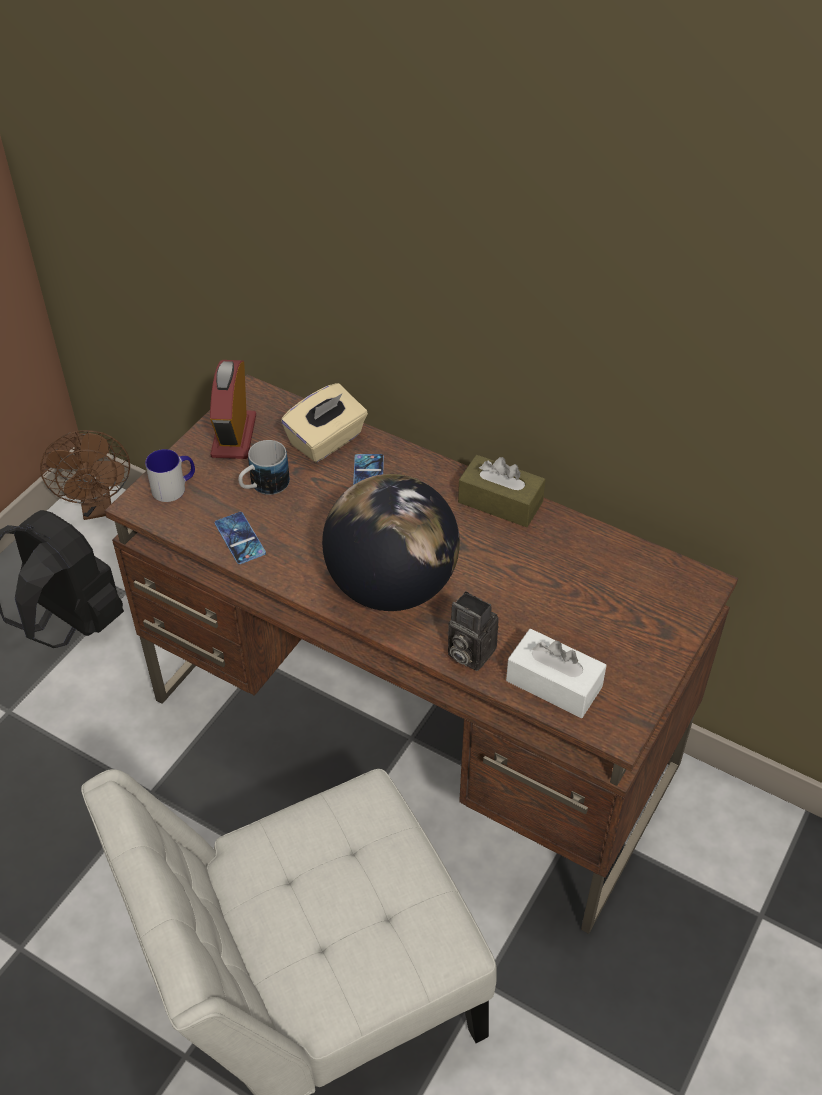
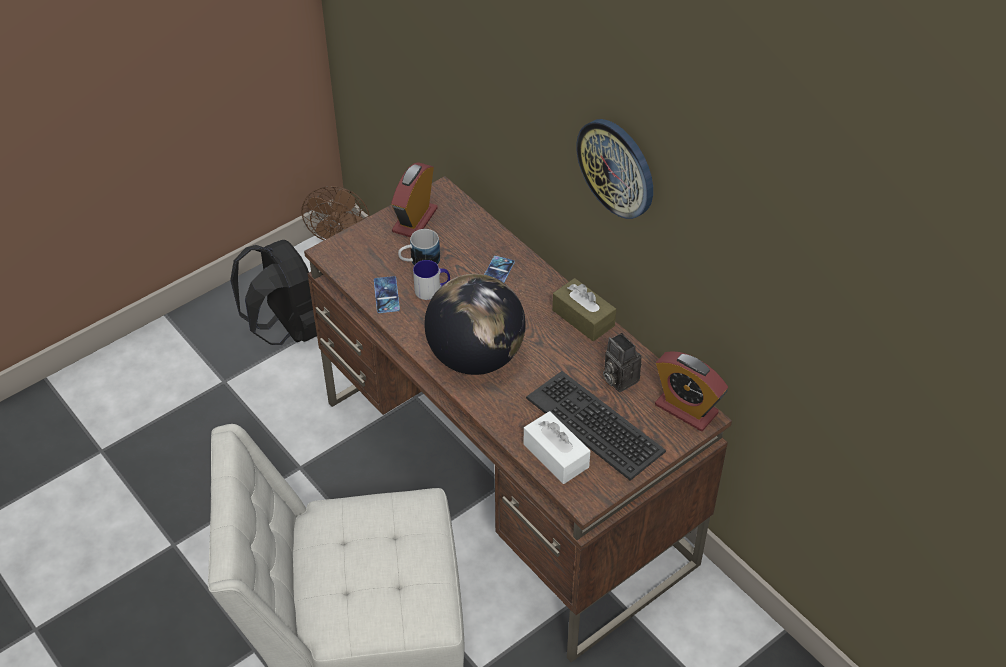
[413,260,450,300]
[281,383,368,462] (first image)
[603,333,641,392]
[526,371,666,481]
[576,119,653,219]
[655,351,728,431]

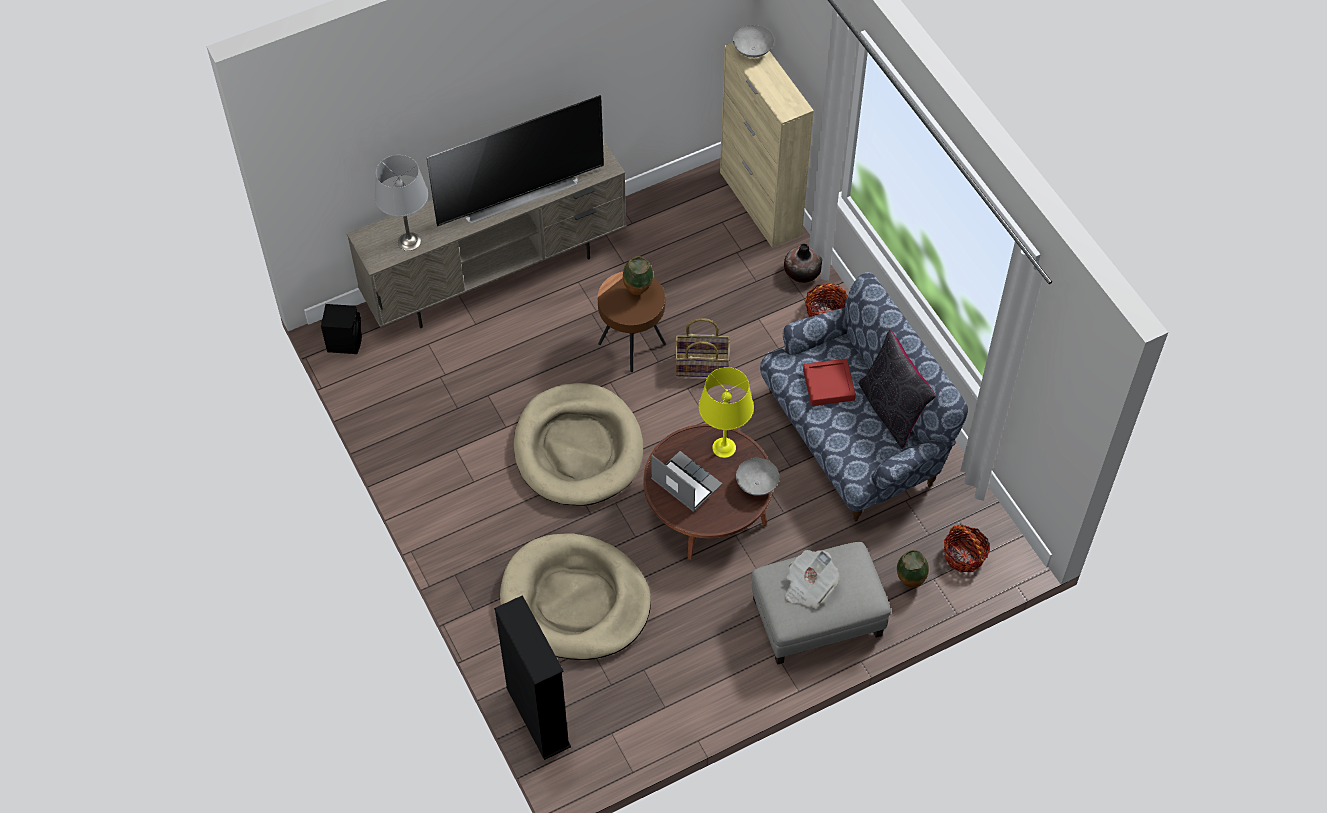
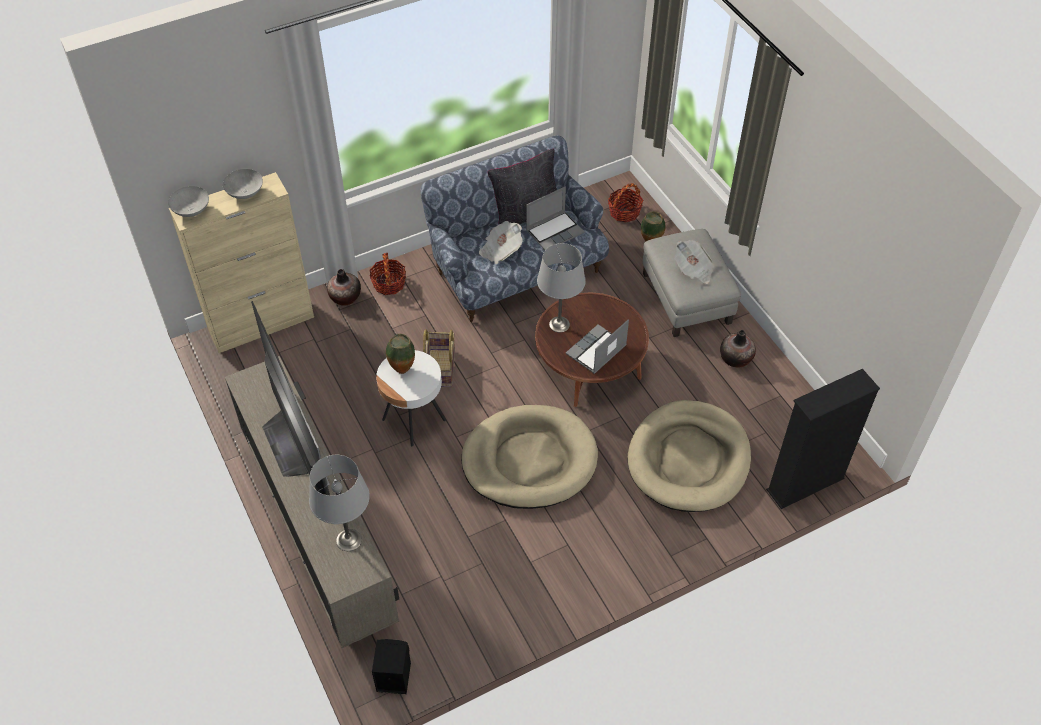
[376,350,446,447]
[537,243,586,333]
[223,169,263,199]
[479,221,523,264]
[526,186,584,250]
[720,330,756,367]

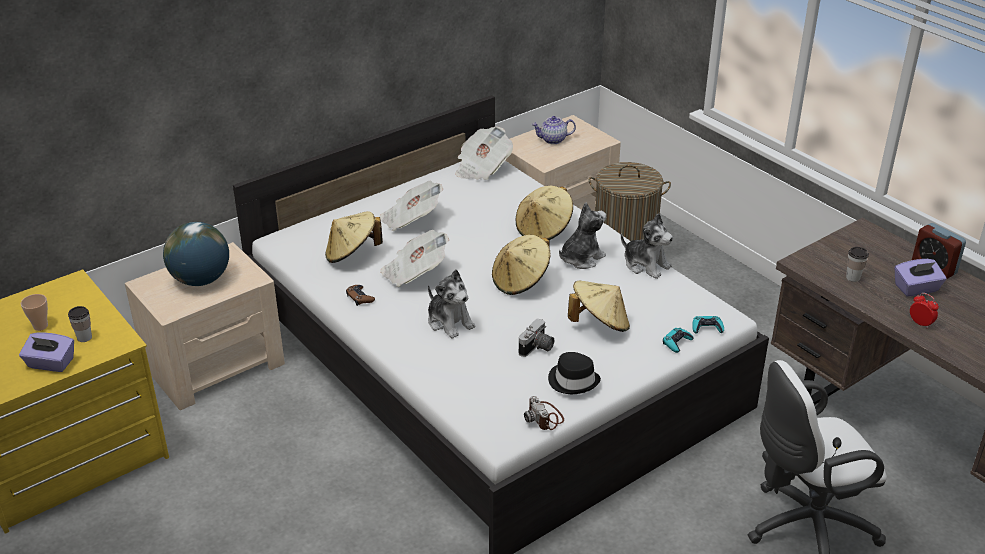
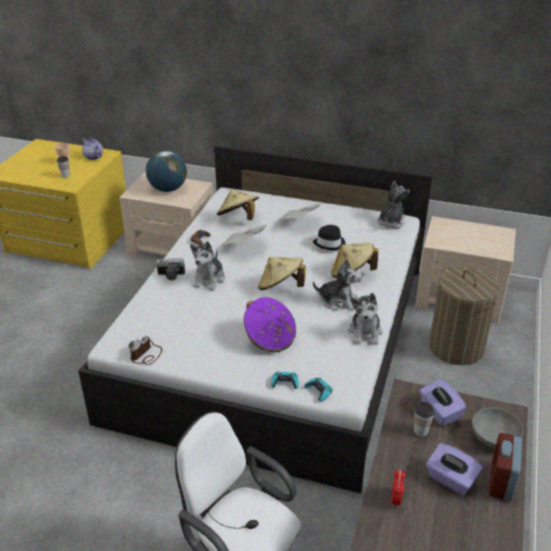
[419,379,466,426]
[377,181,410,229]
[156,258,185,280]
[82,138,103,160]
[313,225,346,250]
[244,297,296,353]
[472,407,523,448]

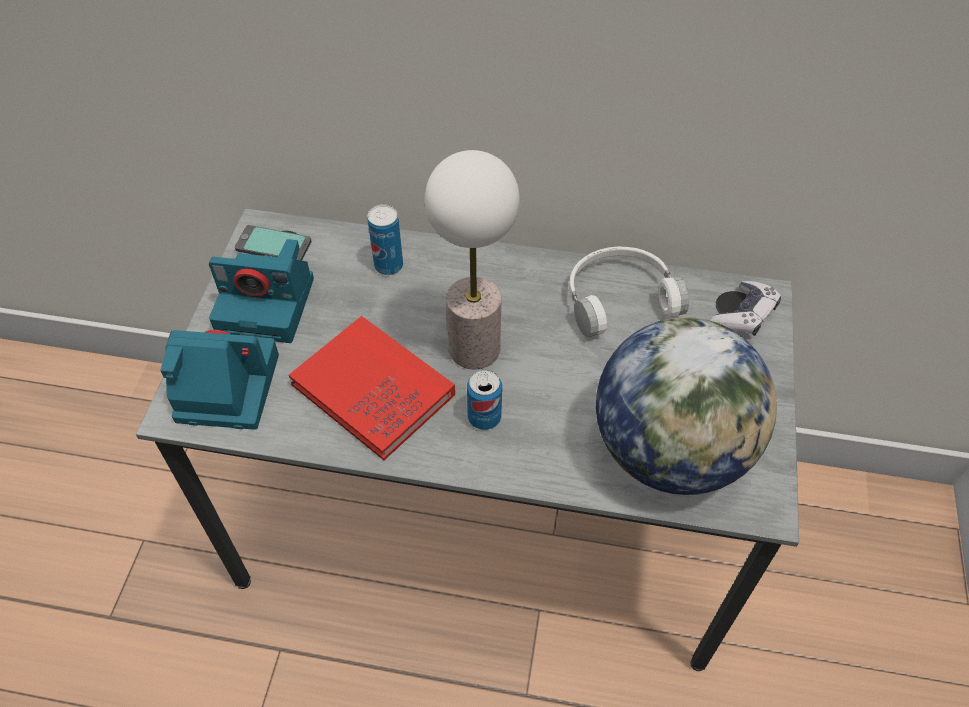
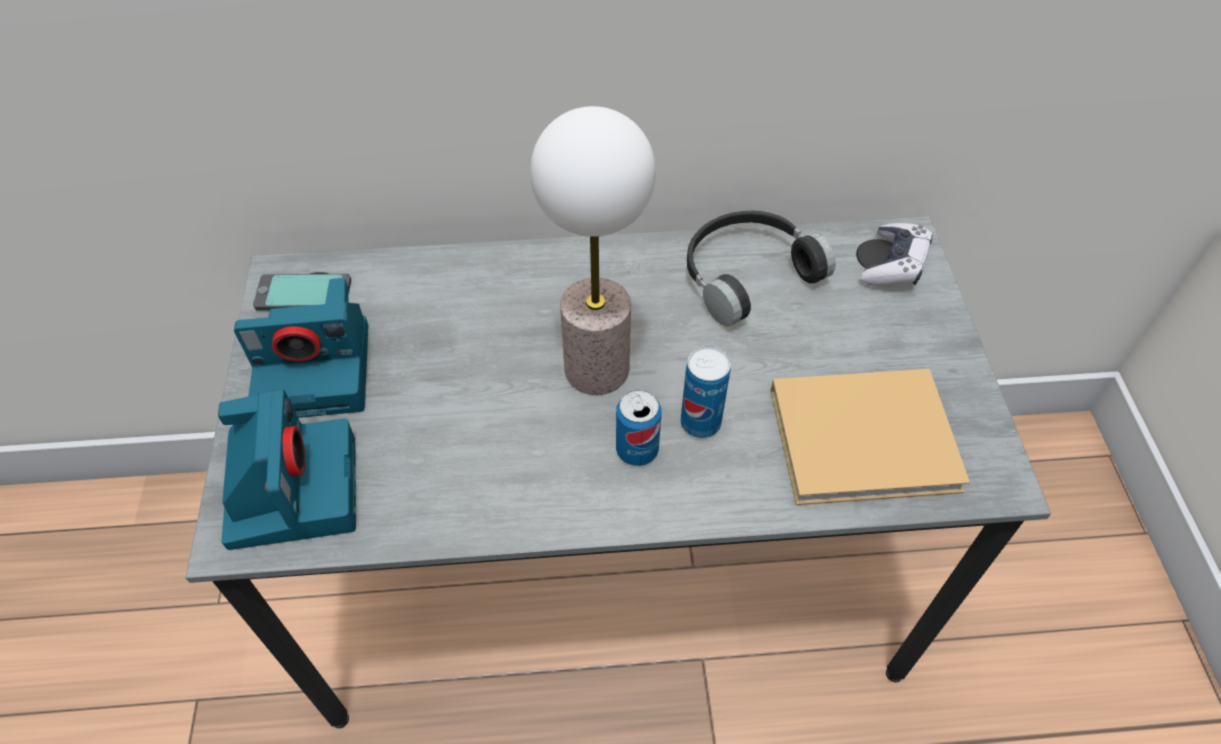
[218,389,356,550]
[289,316,455,460] (first image)
[681,346,731,438]
[687,211,836,327]
[770,369,970,505]

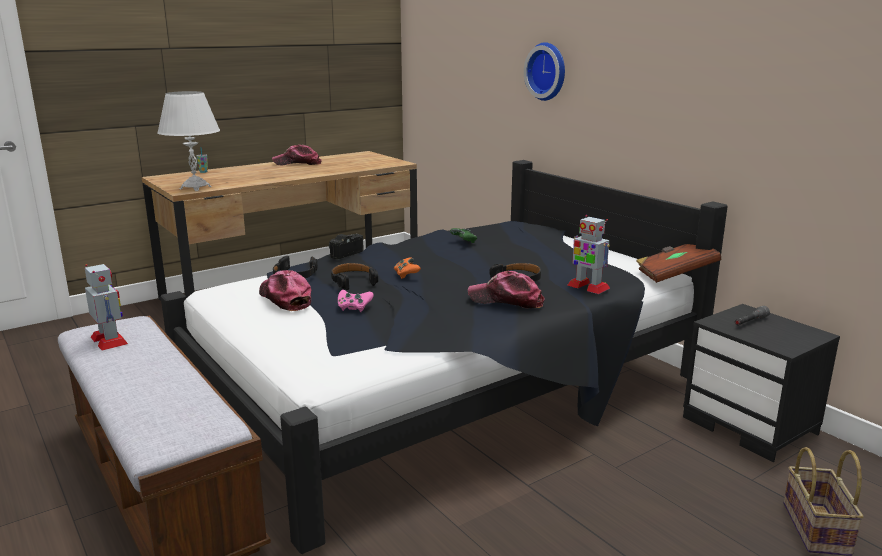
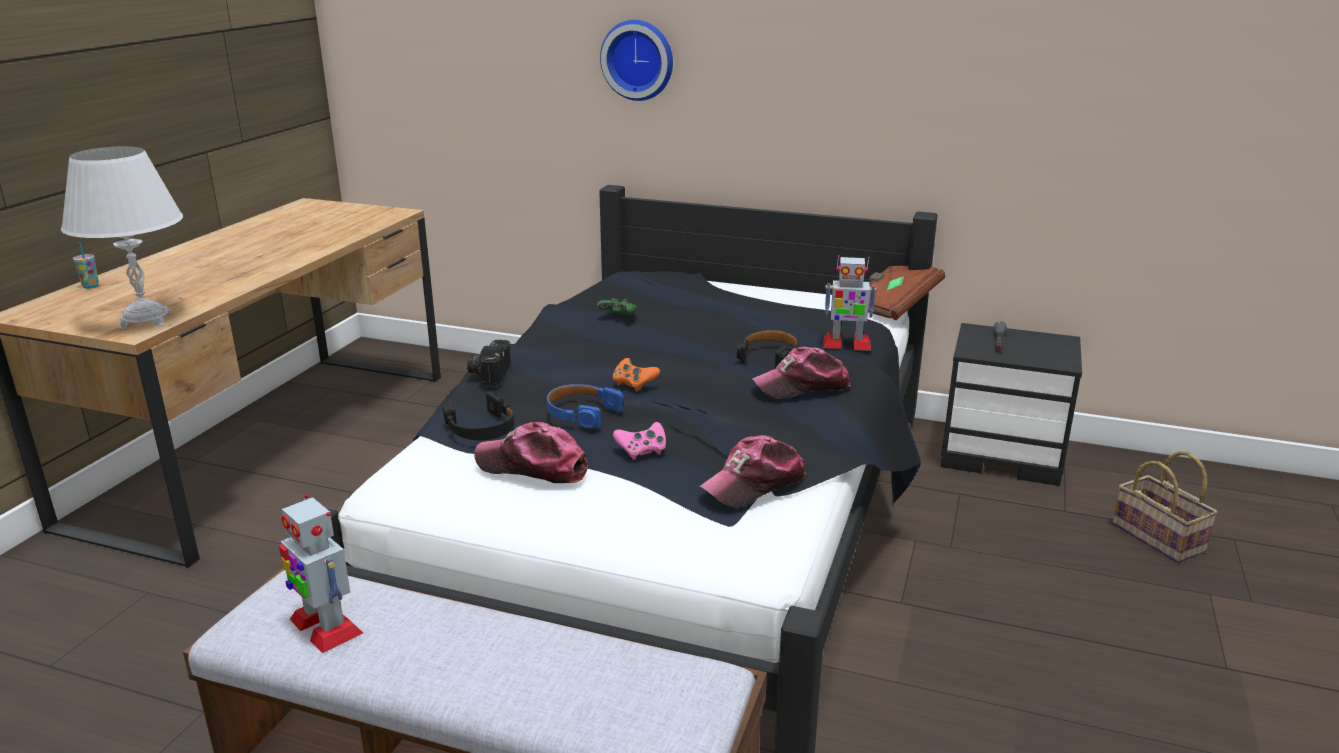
[279,494,363,653]
[699,435,806,508]
[547,384,624,429]

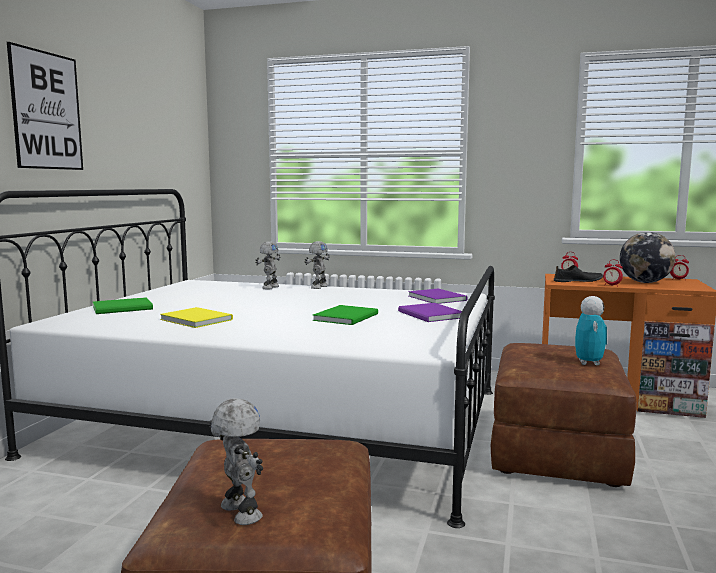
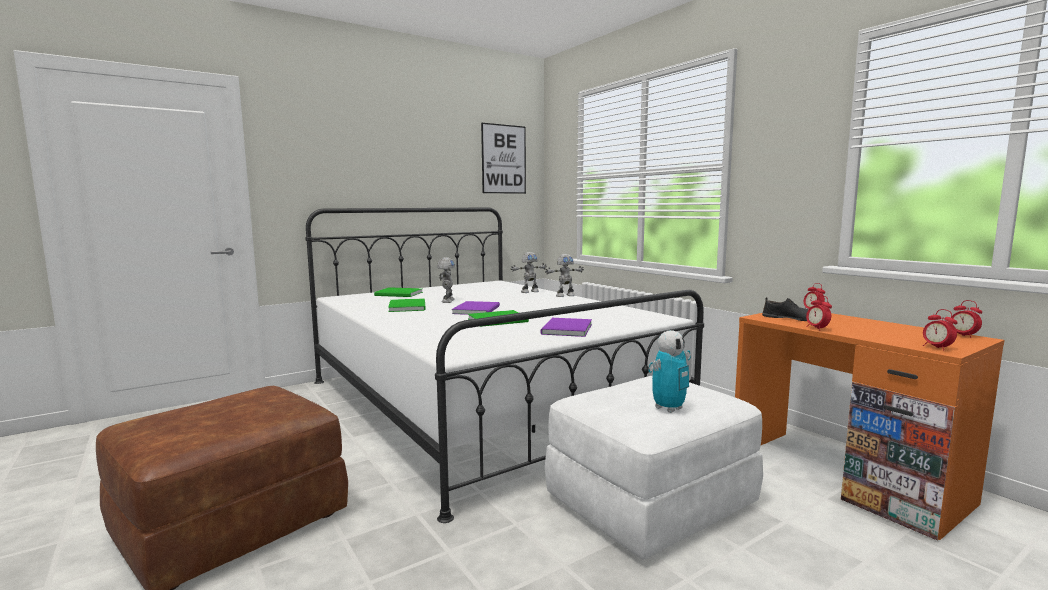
[481,123,526,194]
[388,298,426,312]
[437,257,455,303]
[452,301,500,315]
[545,375,763,560]
[620,232,676,283] (first image)
[923,309,958,350]

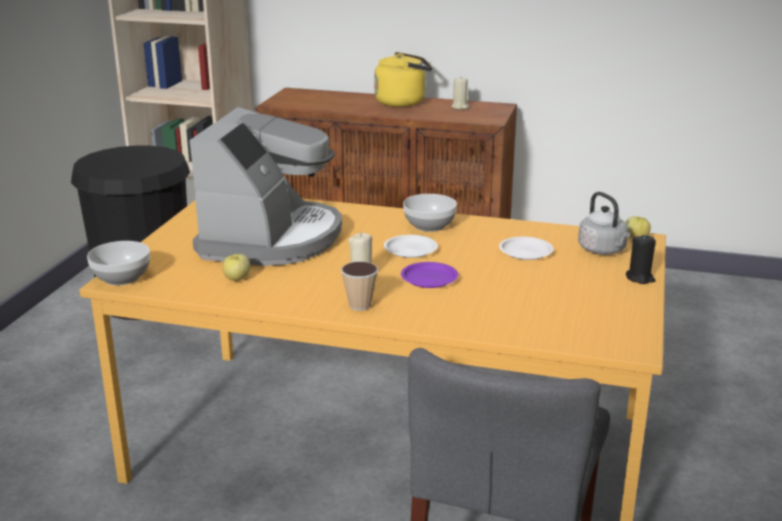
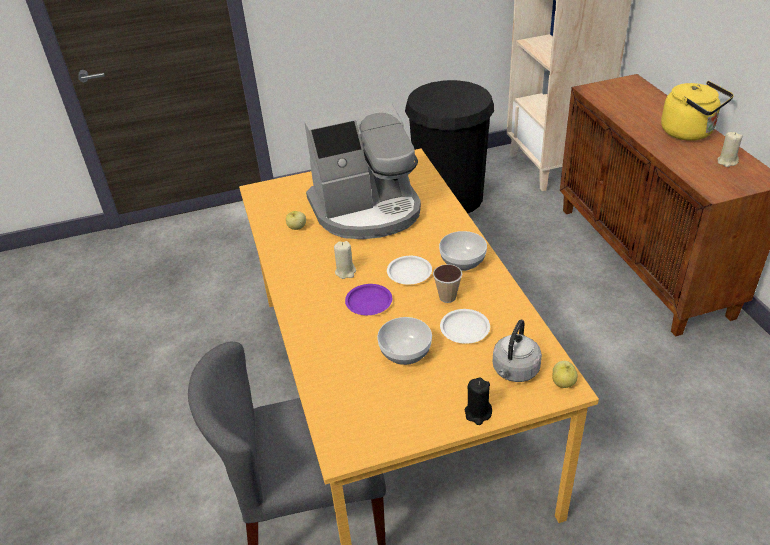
[377,317,432,365]
[433,264,462,303]

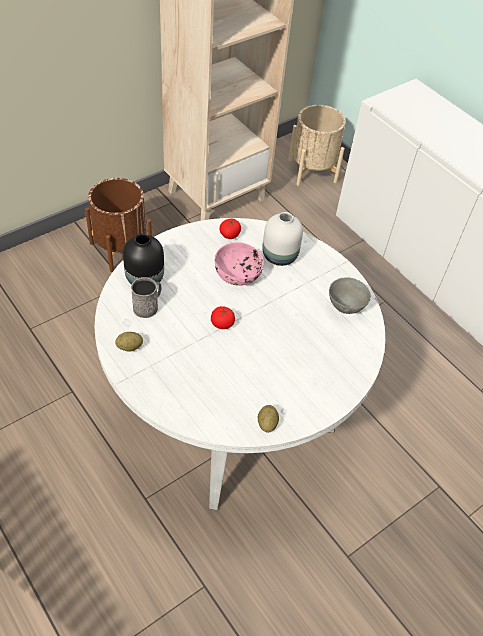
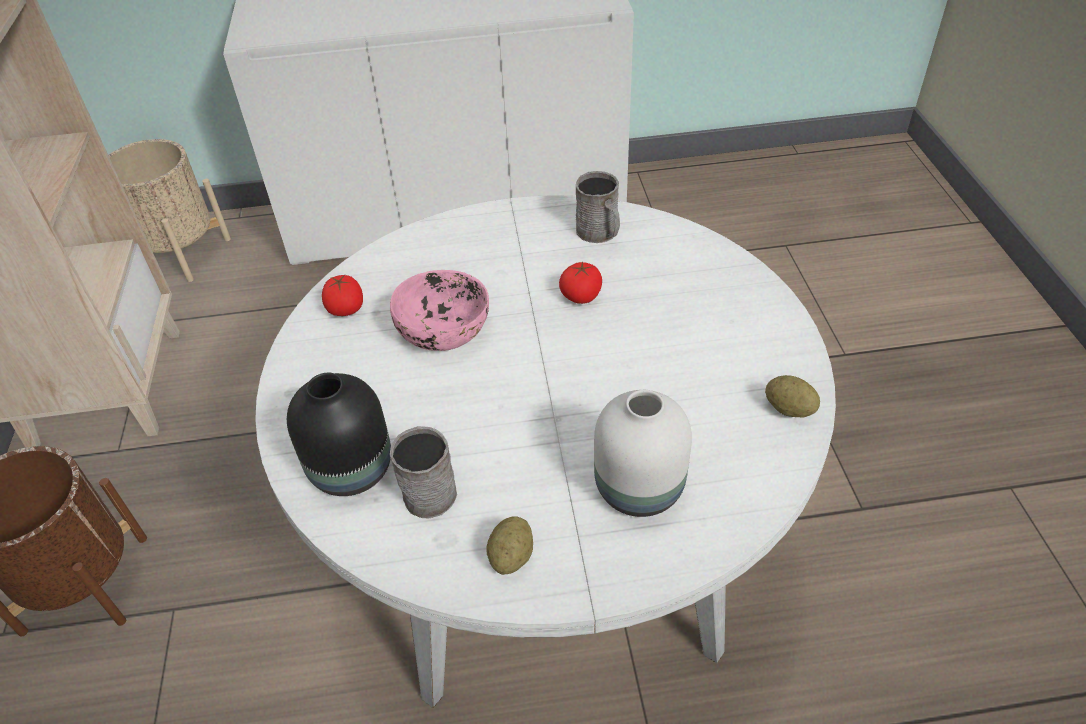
[559,261,602,304]
[594,390,692,517]
[575,171,620,243]

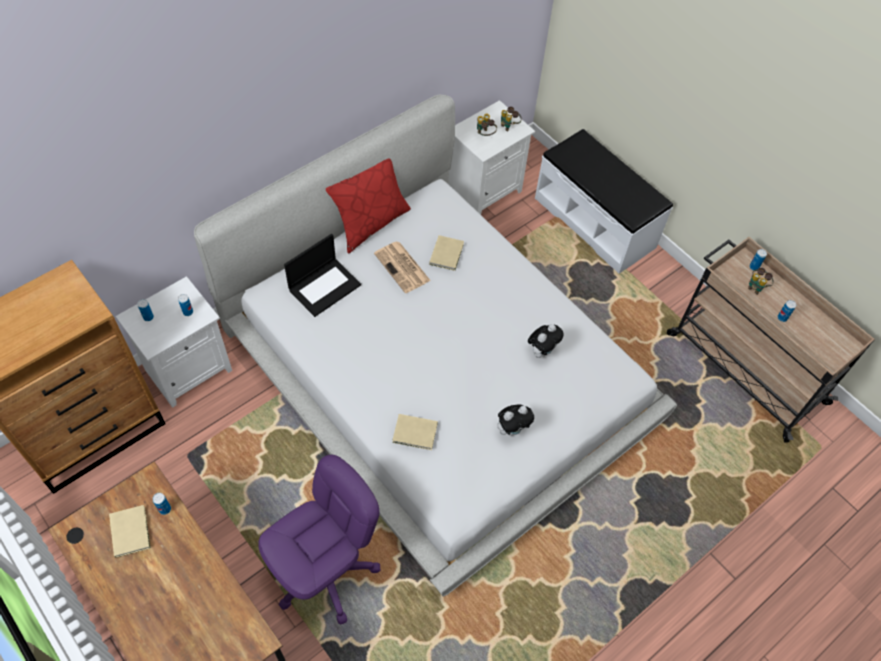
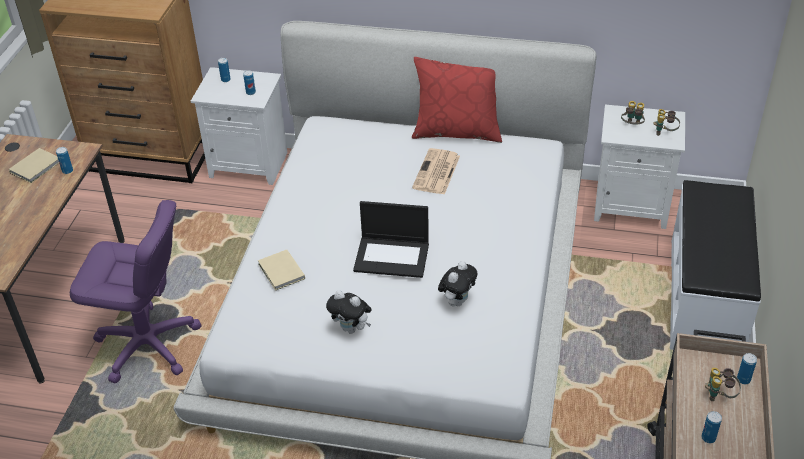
[353,201,429,278]
[429,235,464,271] (first image)
[438,261,477,306]

